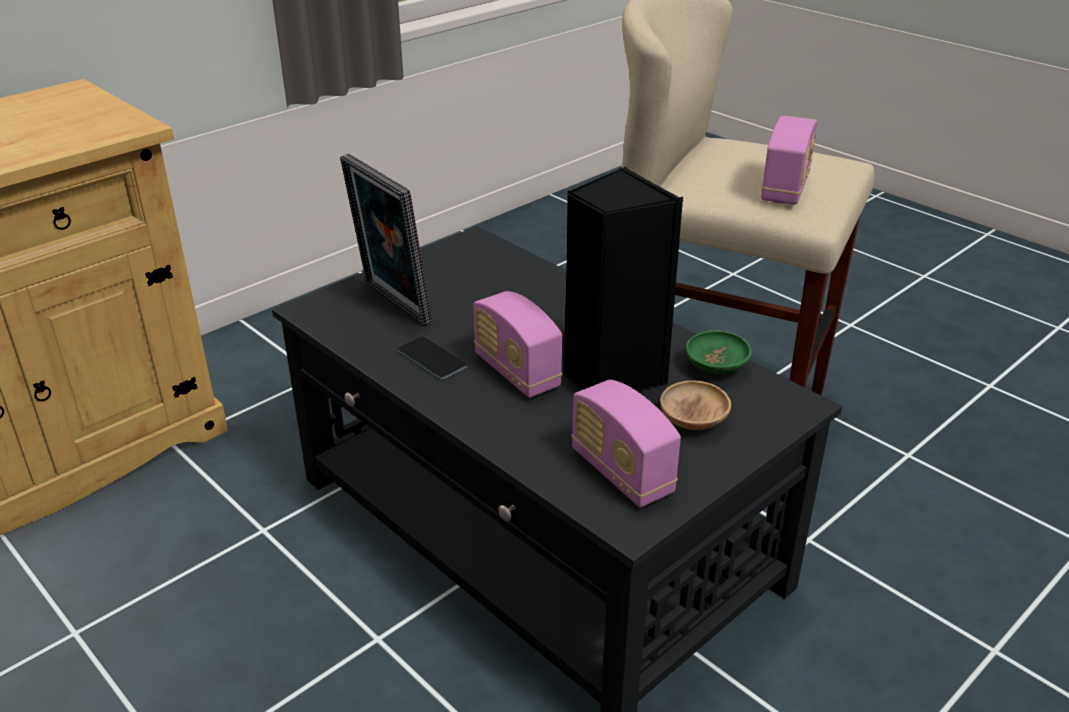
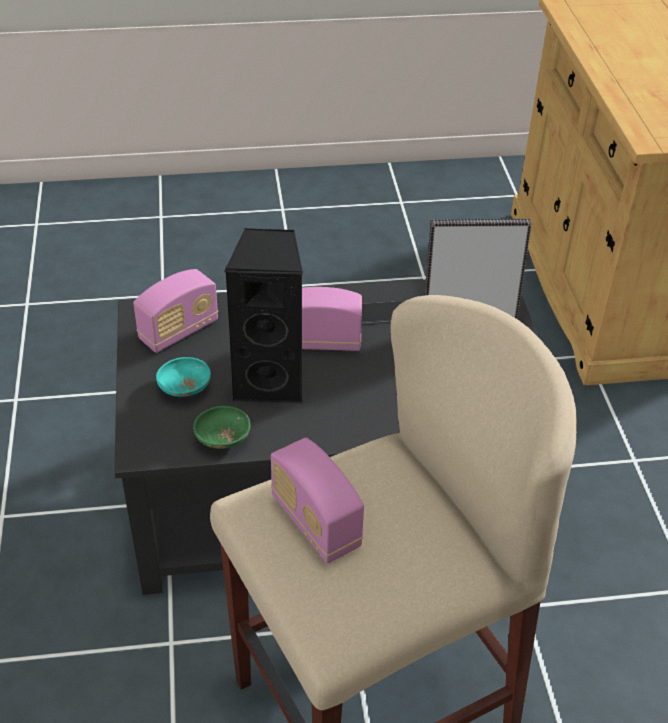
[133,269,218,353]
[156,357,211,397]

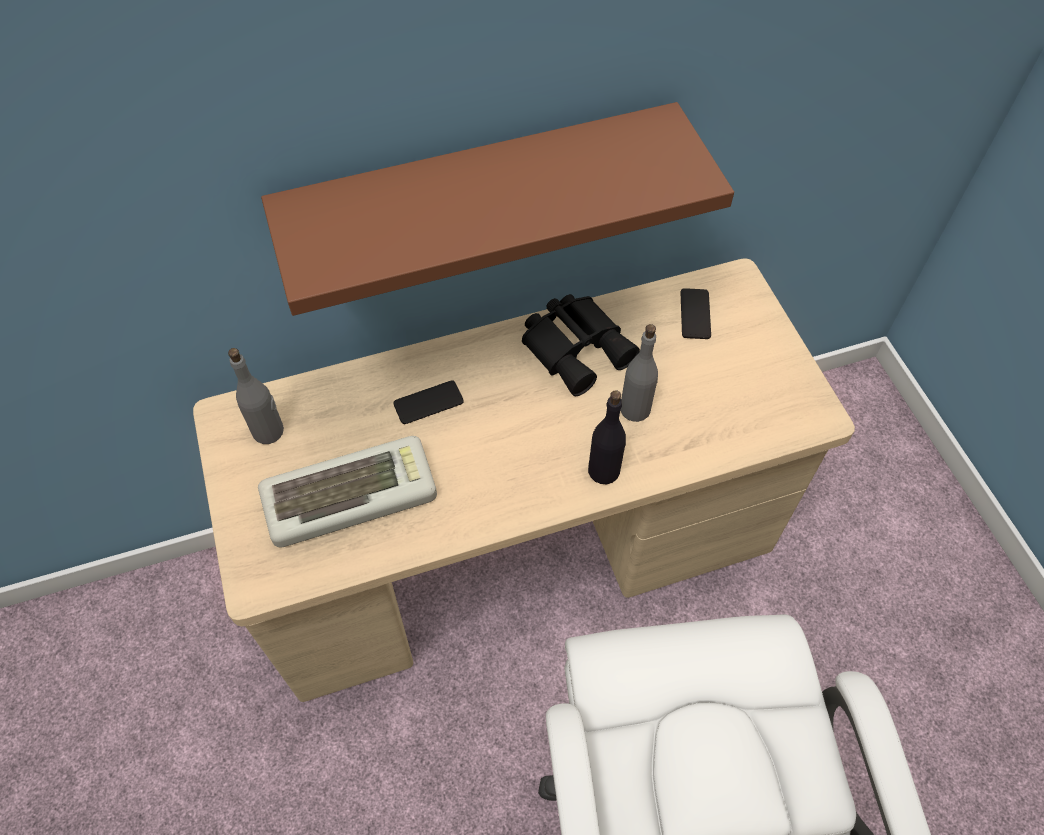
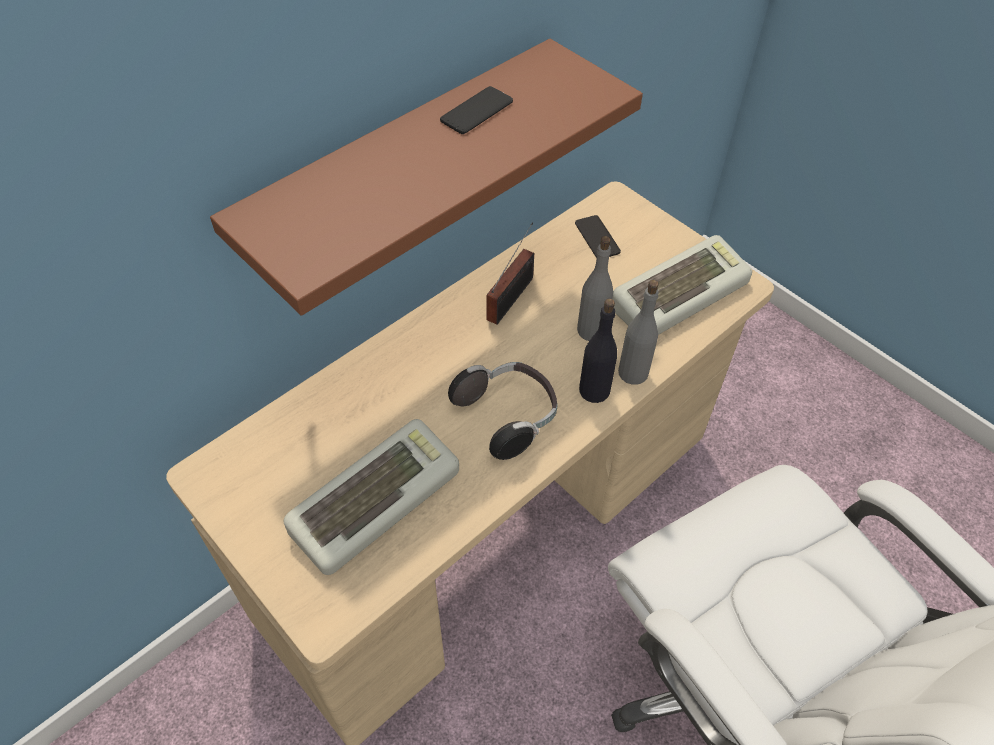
[618,280,659,385]
[440,86,513,134]
[487,223,534,325]
[448,362,558,460]
[612,235,752,335]

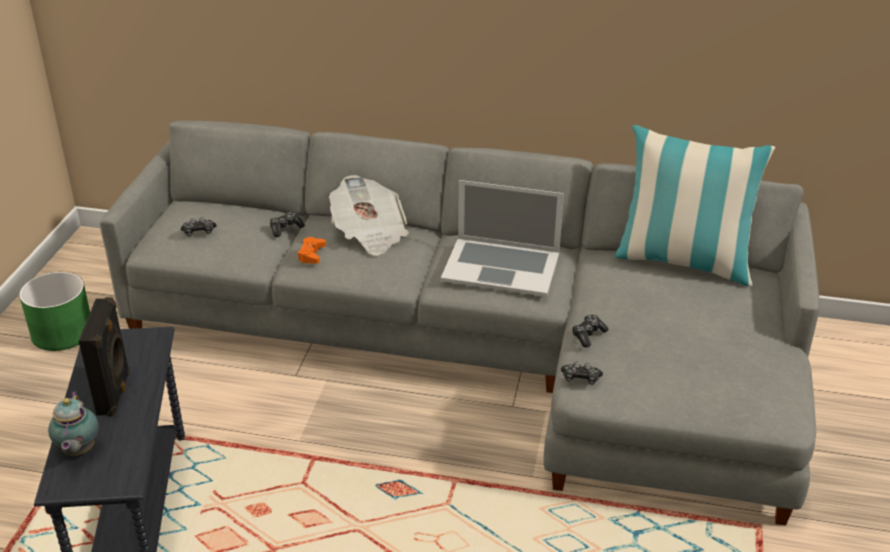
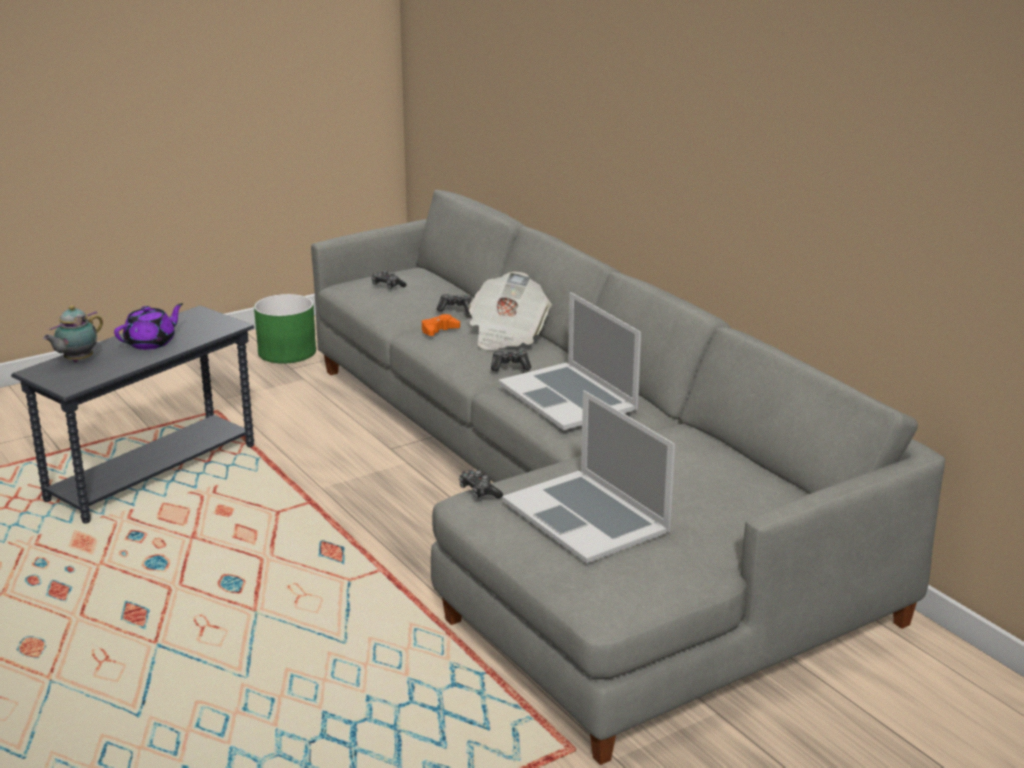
[114,303,183,350]
[491,350,531,371]
[615,125,775,287] (first image)
[502,390,675,564]

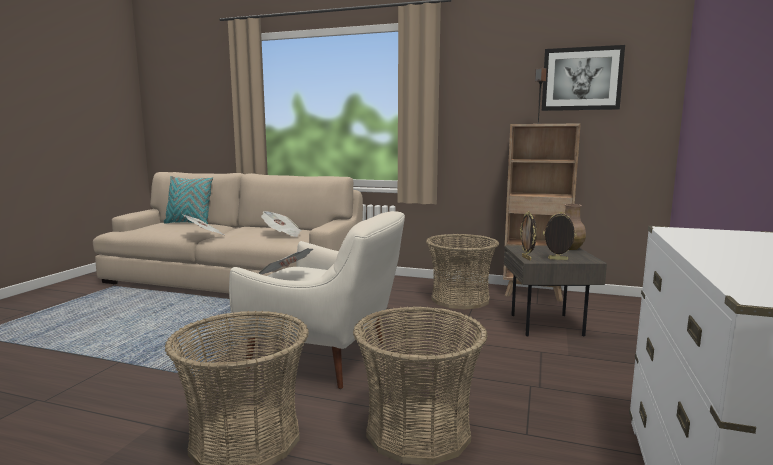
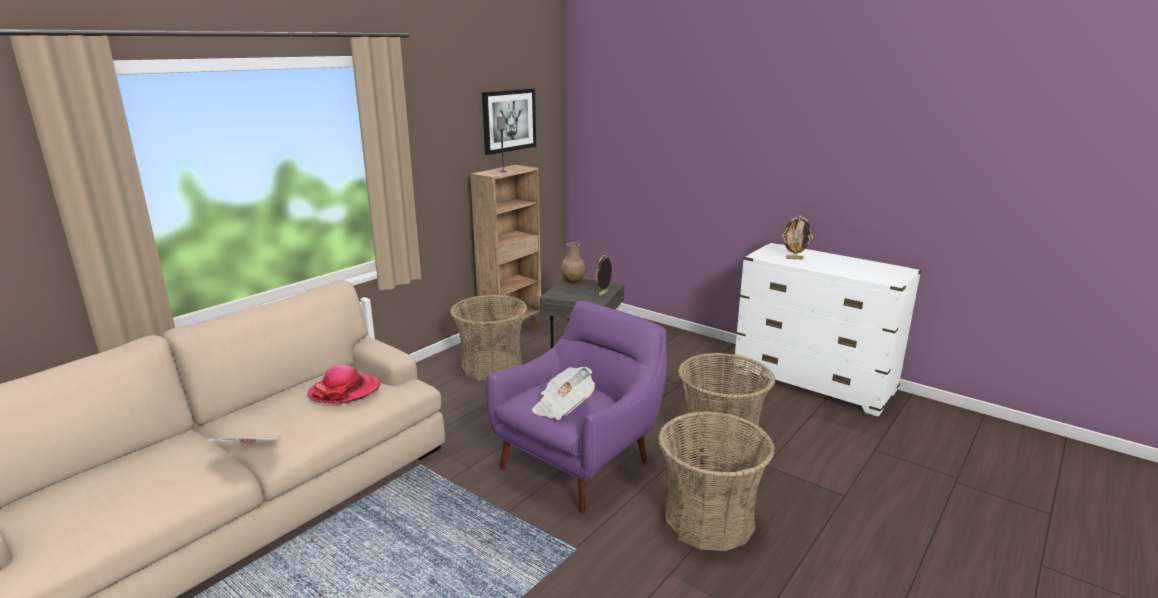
[163,176,213,224] (first image)
[486,301,667,514]
[307,364,381,404]
[782,216,813,260]

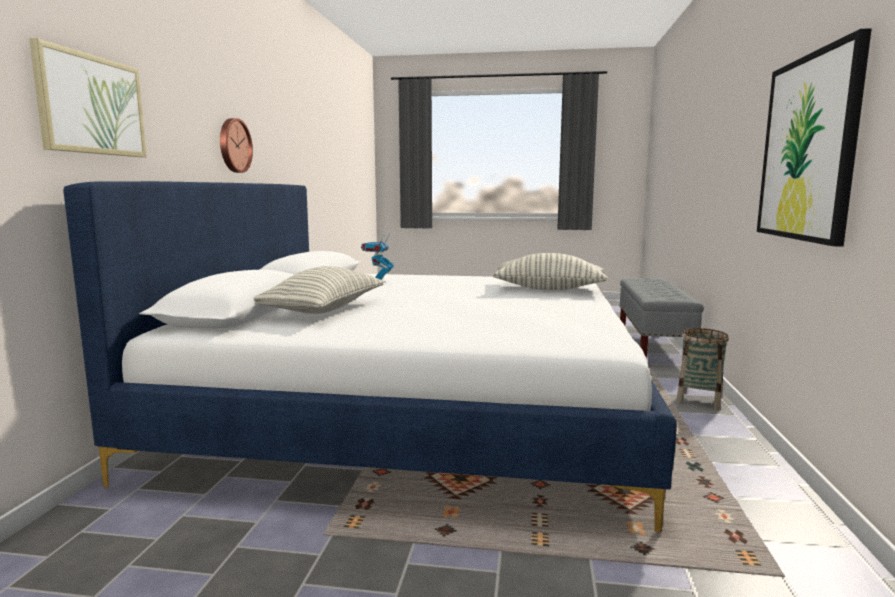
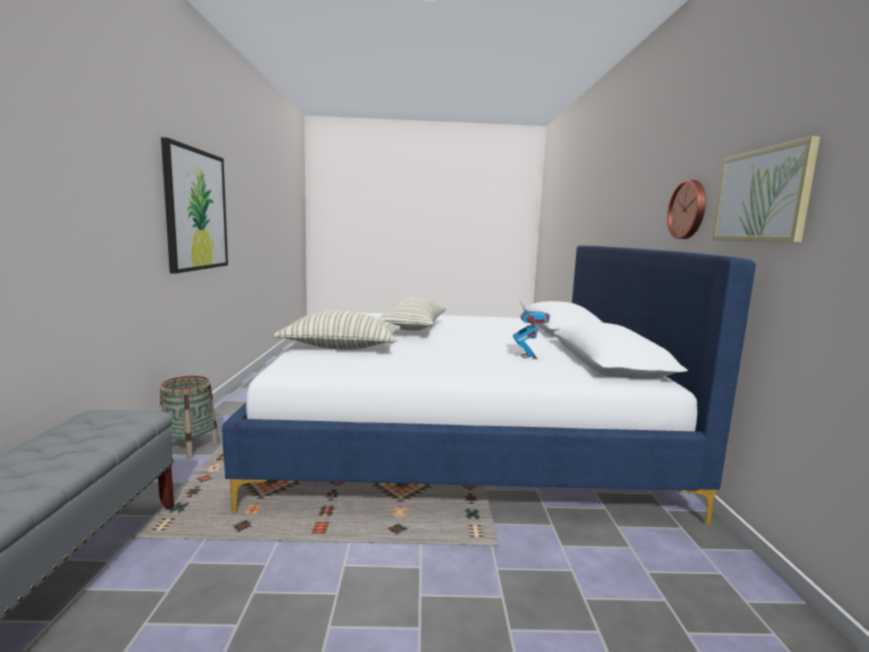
[712,136,820,242]
[378,297,446,331]

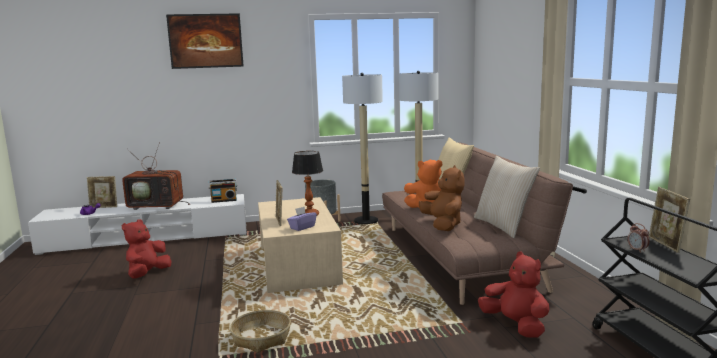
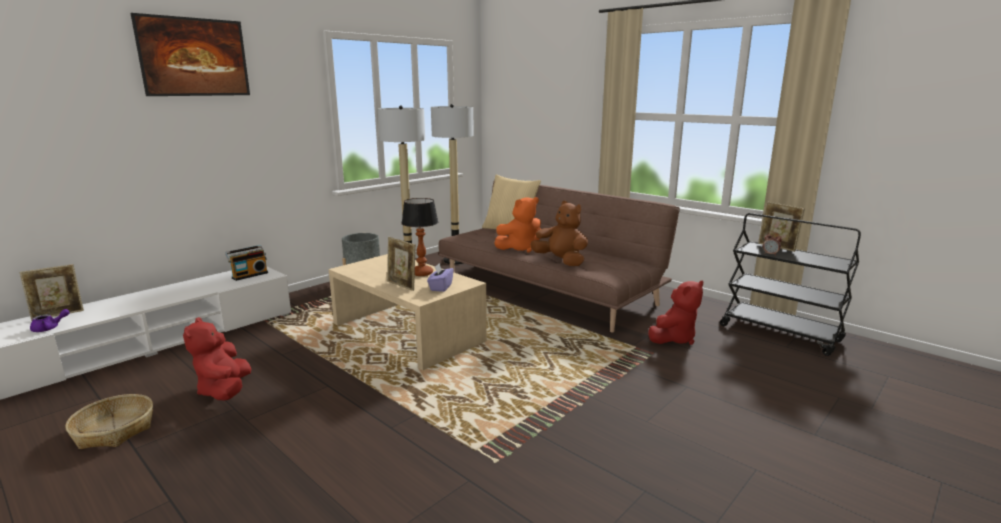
[122,142,190,210] (first image)
[65,394,153,449]
[474,156,540,238] (first image)
[648,280,703,345]

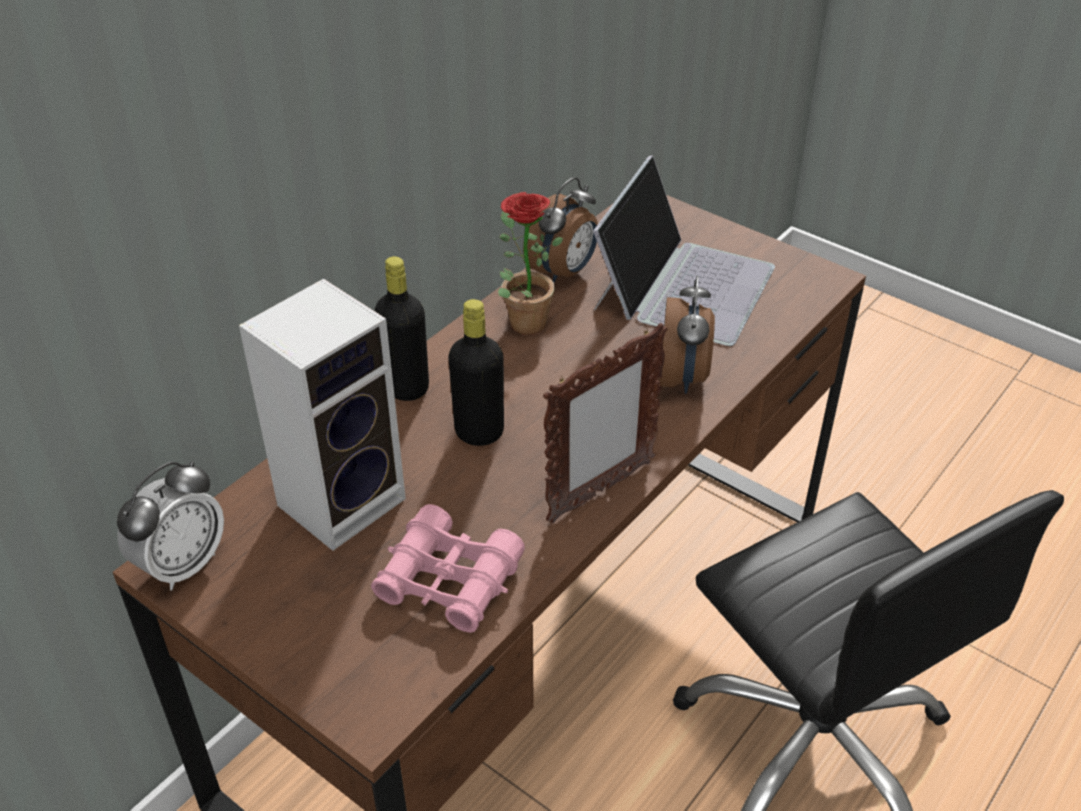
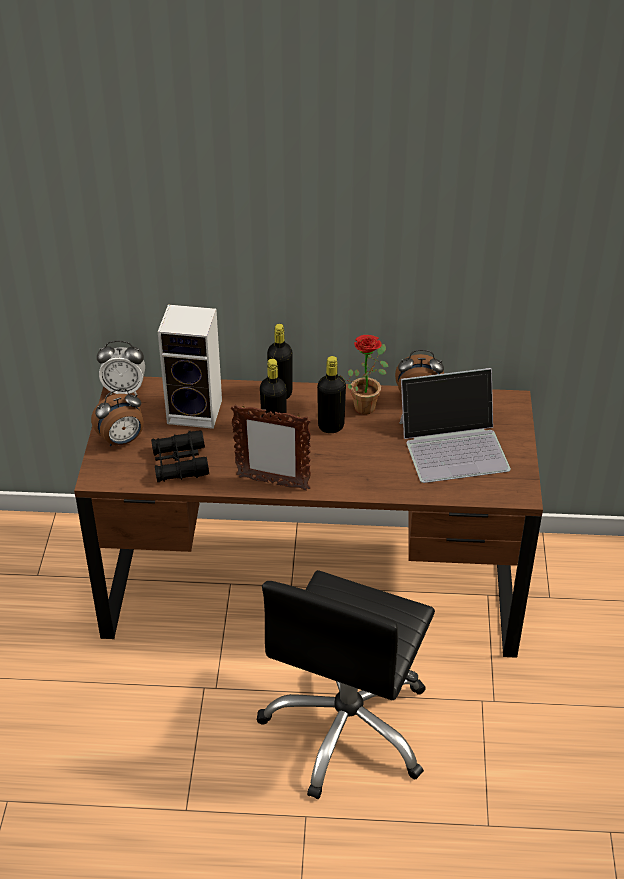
[151,430,209,482]
[91,388,144,446]
[317,356,346,433]

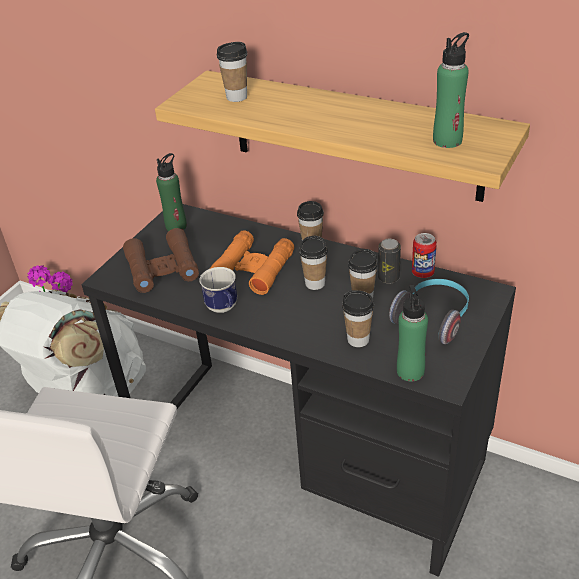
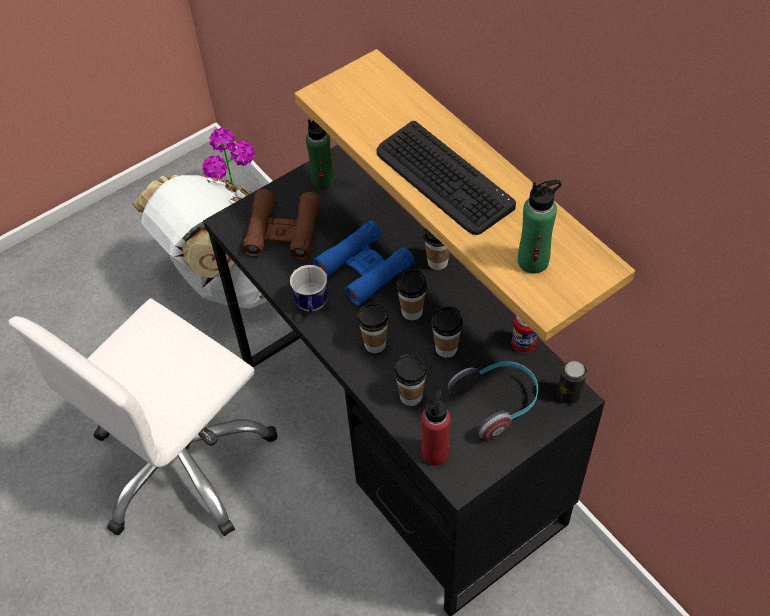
[314,221,414,305]
[357,303,389,353]
[557,361,587,404]
[421,389,451,466]
[377,121,516,235]

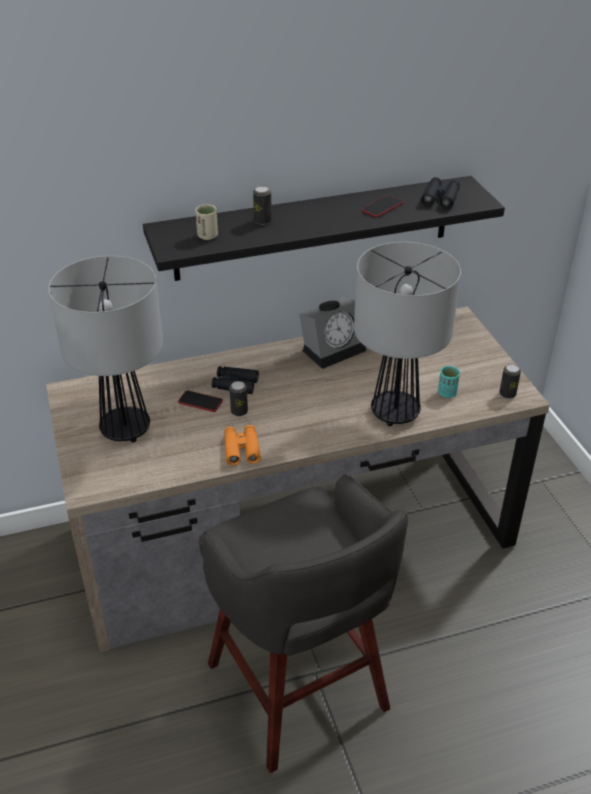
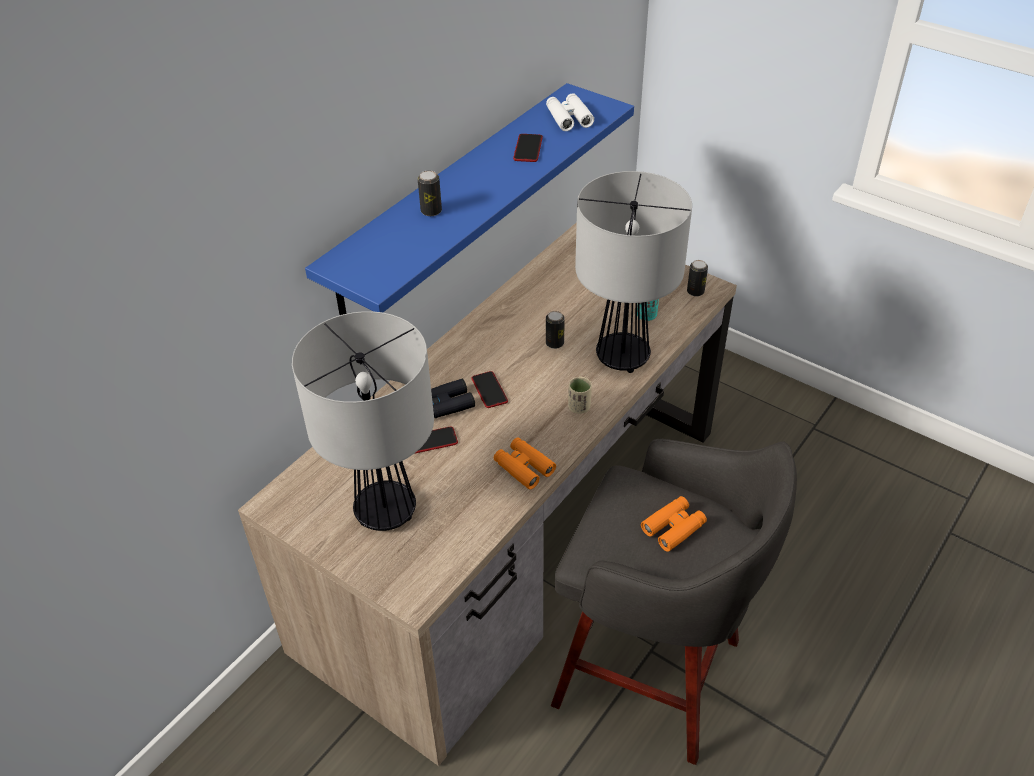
[305,83,634,315]
[568,377,592,414]
[546,311,565,349]
[299,297,366,369] (first image)
[546,93,594,131]
[471,371,508,408]
[641,496,707,552]

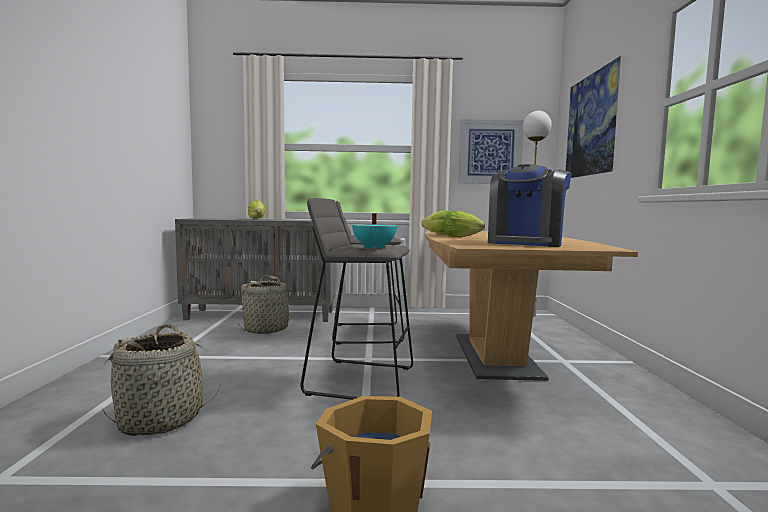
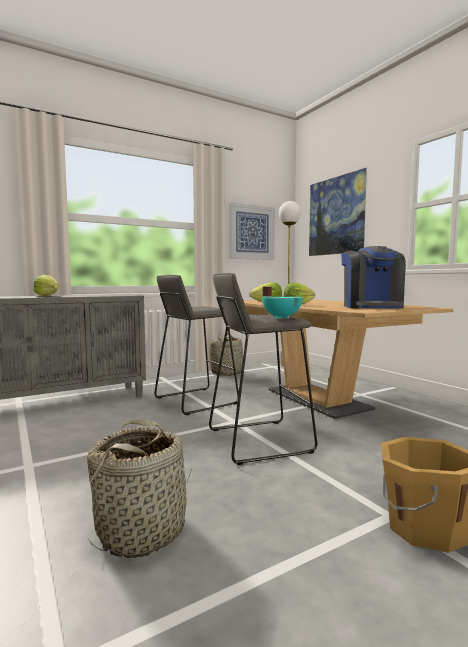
[210,333,243,376]

